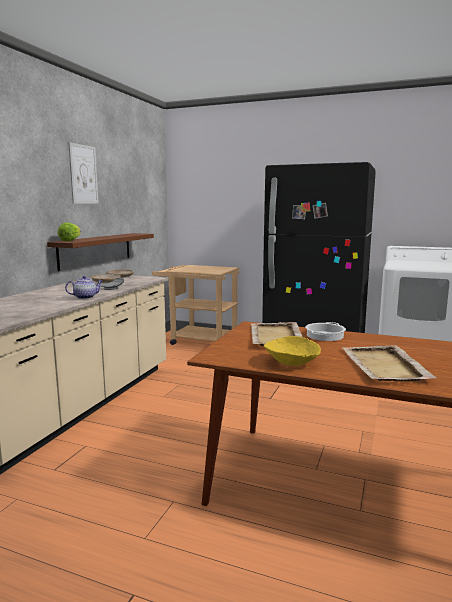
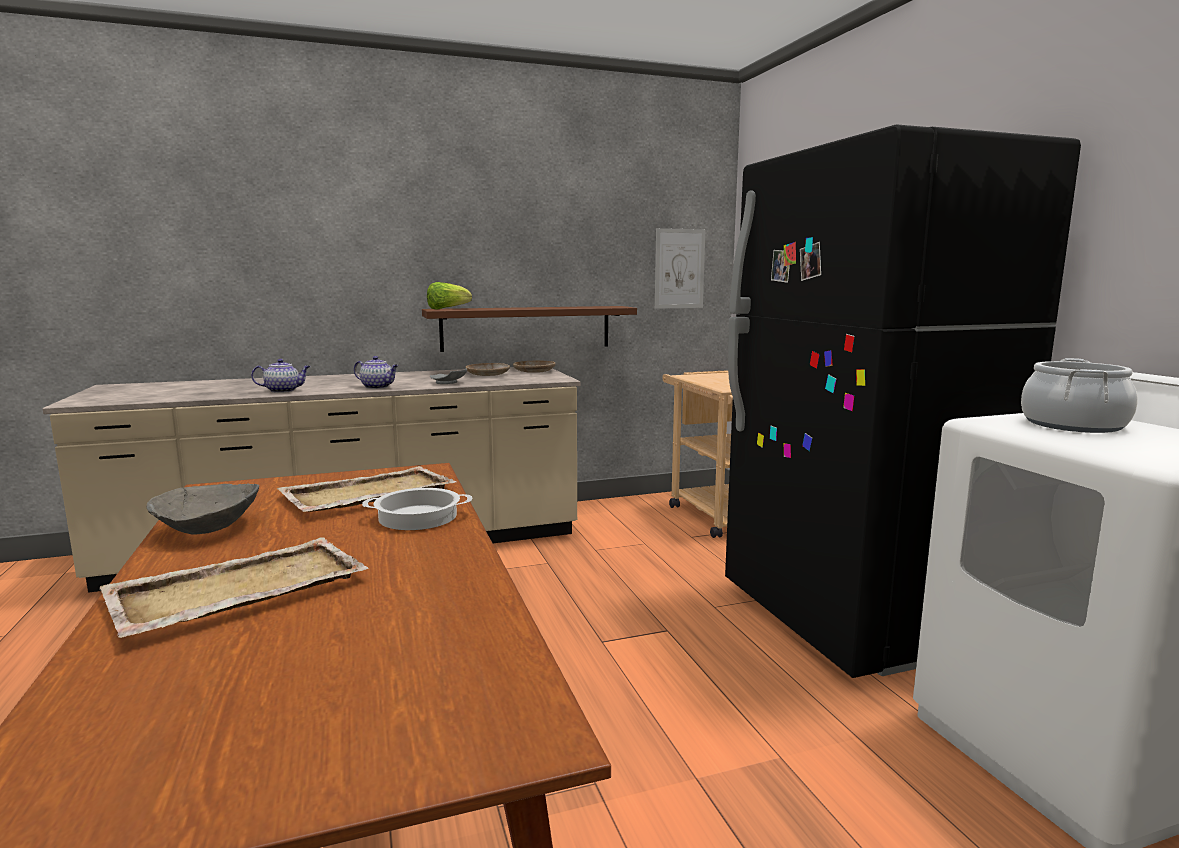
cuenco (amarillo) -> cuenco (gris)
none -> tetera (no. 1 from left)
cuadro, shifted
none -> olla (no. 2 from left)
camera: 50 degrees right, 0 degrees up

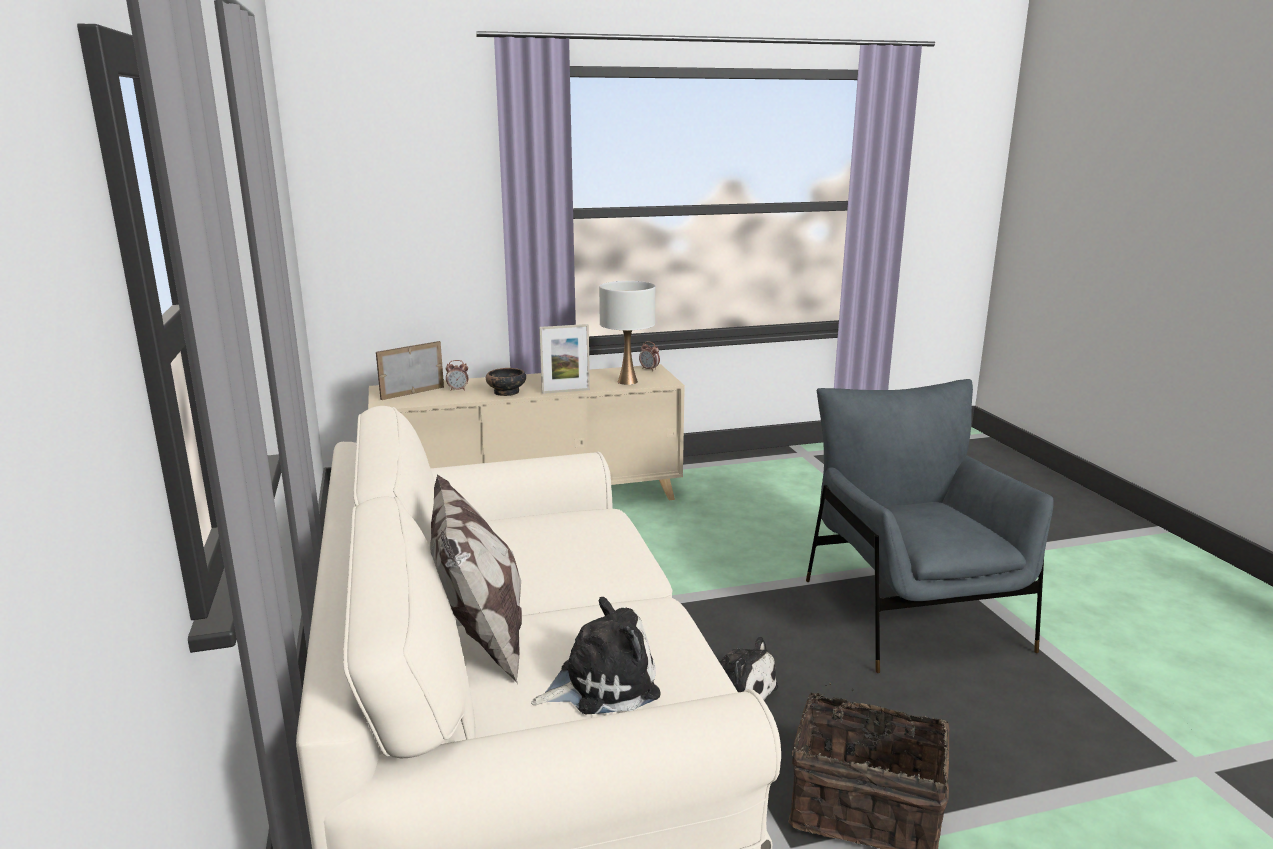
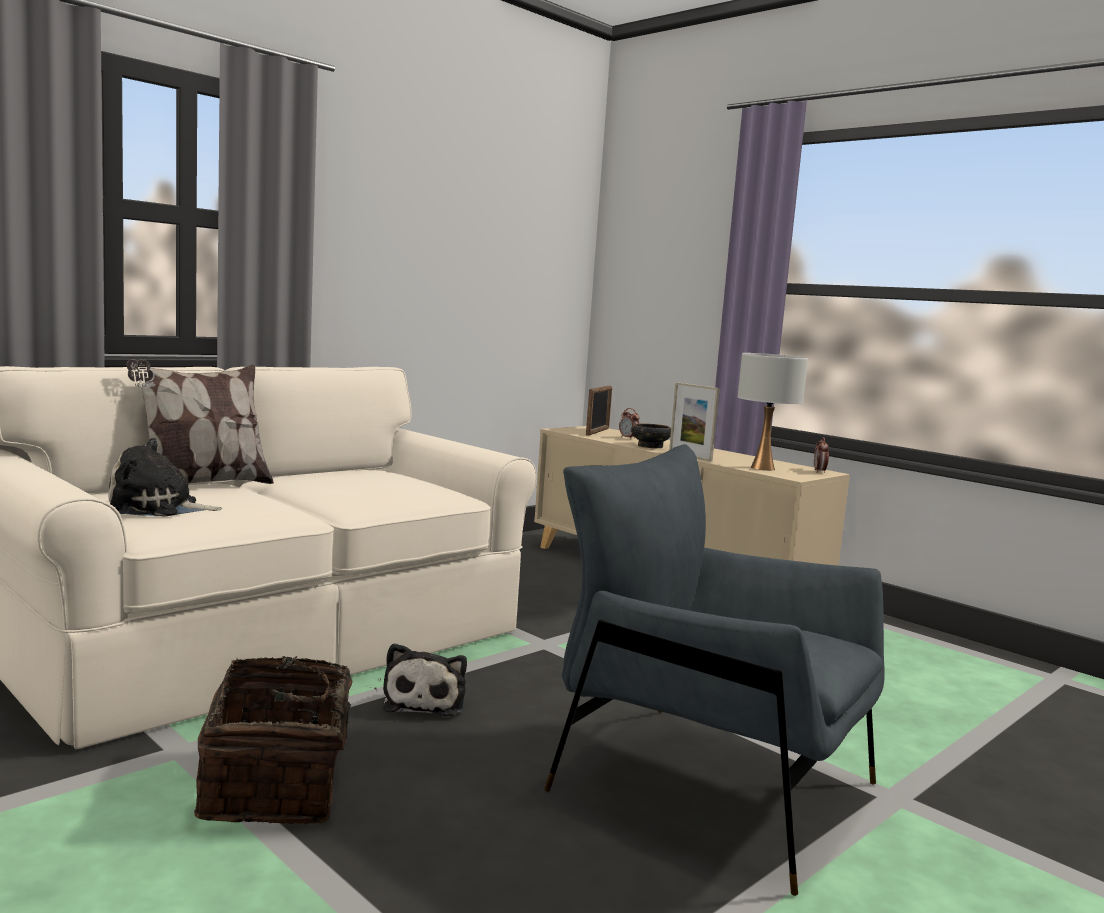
peluche (no. 1 from left), 135 degrees clockwise
sillón (gris), 105 degrees counterclockwise
portarretratos (no. 1 from left), 90 degrees clockwise
camera: 60 degrees right, 10 degrees down

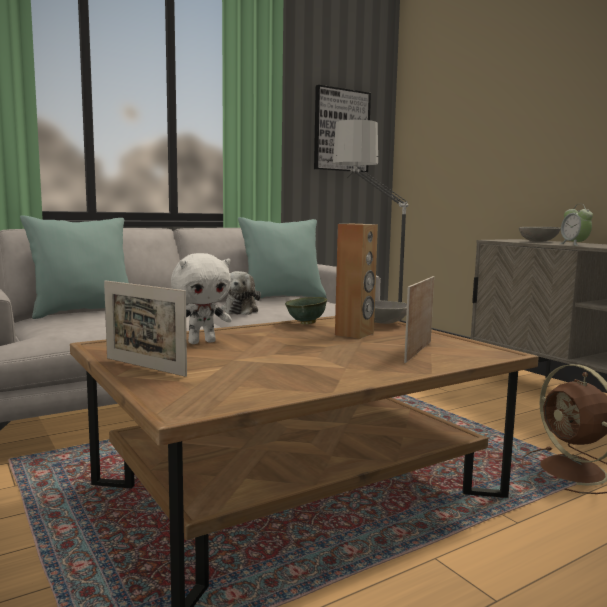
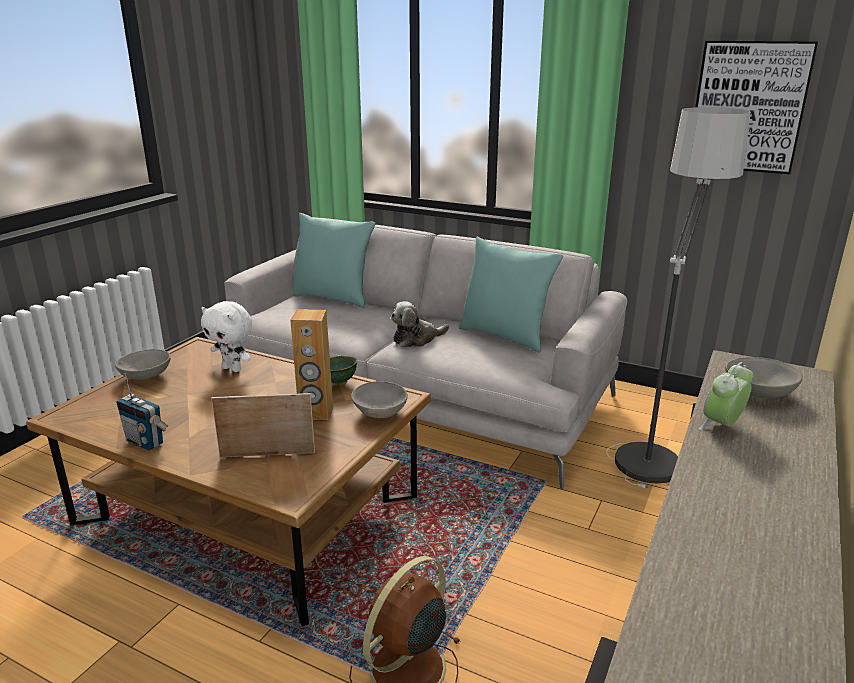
portarretratos (no. 1 from left) -> cuenco (gris) (no. 1 from left)
none -> radio
camera: 60 degrees right, 15 degrees up

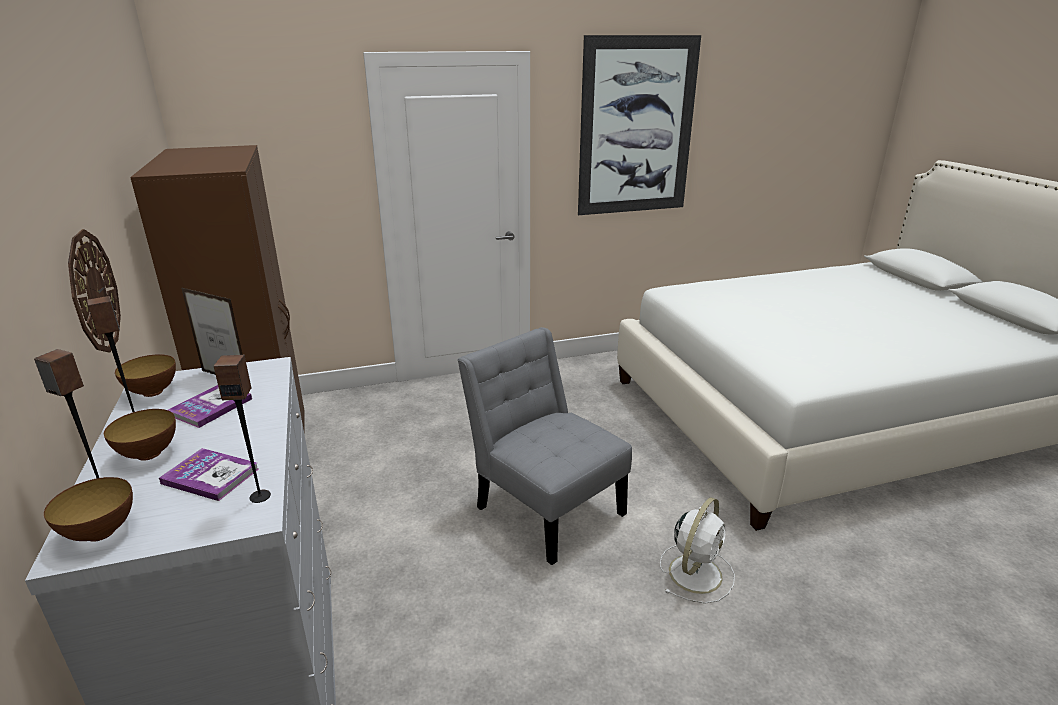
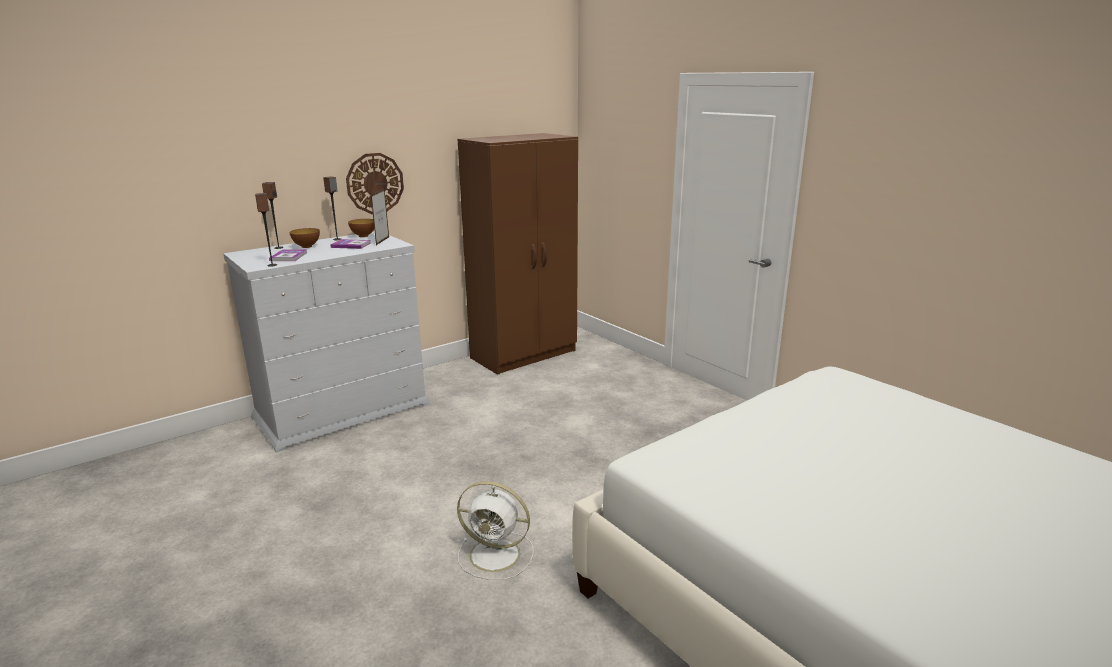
cuenco (no. 1 from left) -> none
silla (gris) -> none
cuadro -> none
camera: 70 degrees right, 5 degrees down

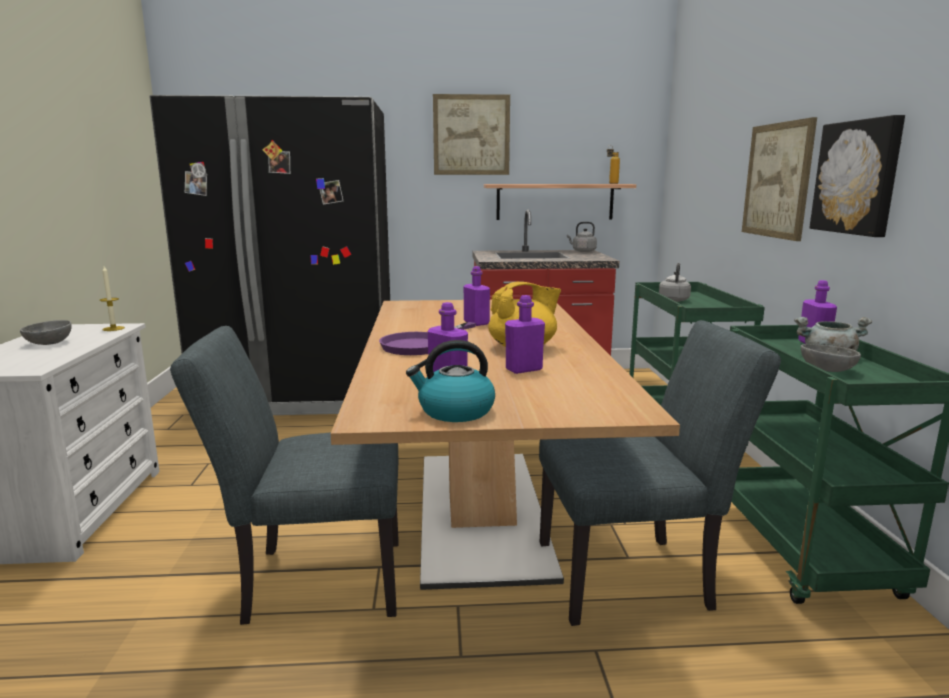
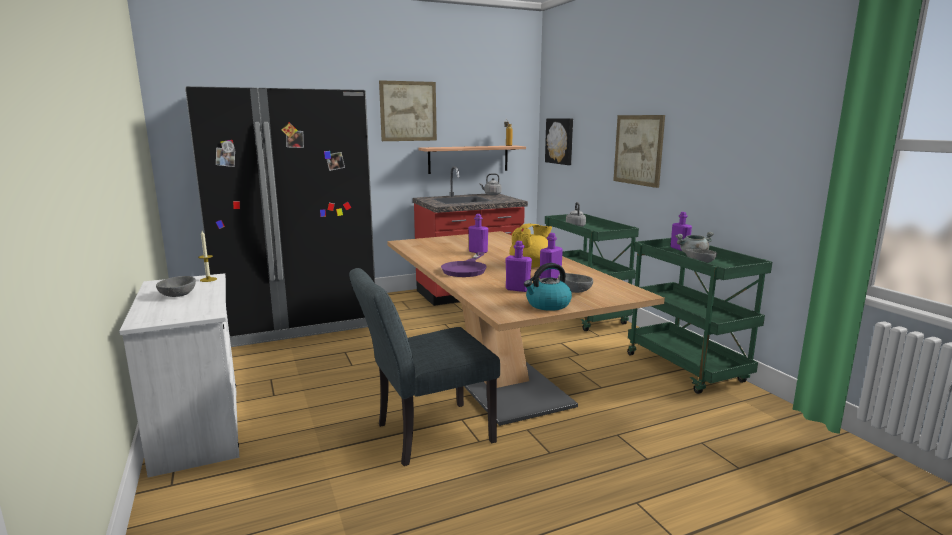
cuadro (no. 3 from left in the first image) -> cuadro (no. 2 from left), shifted
none -> cuenco (gris) (no. 2 from left)
silla (gris) (no. 2 from left) -> none
camera: 20 degrees left, 0 degrees up

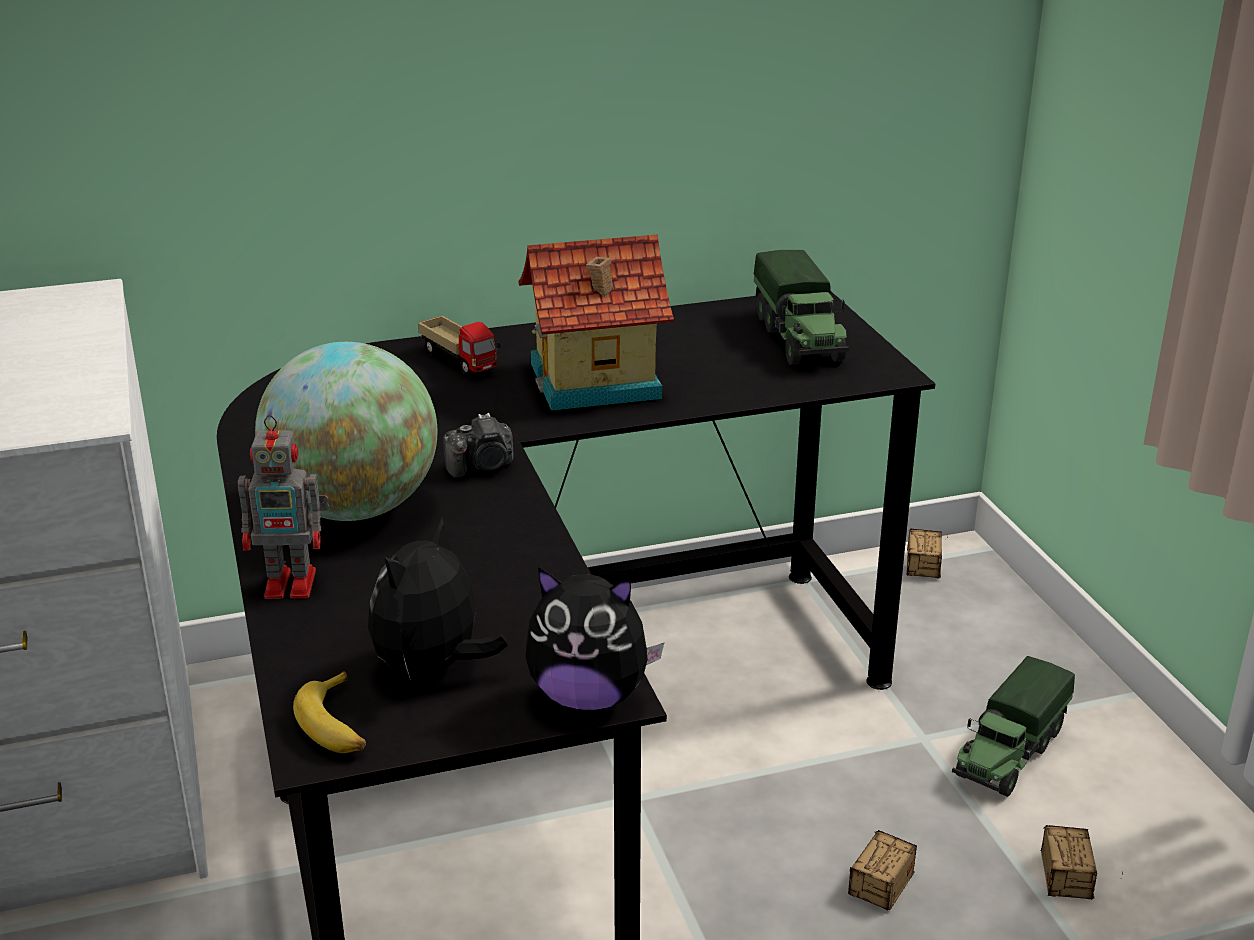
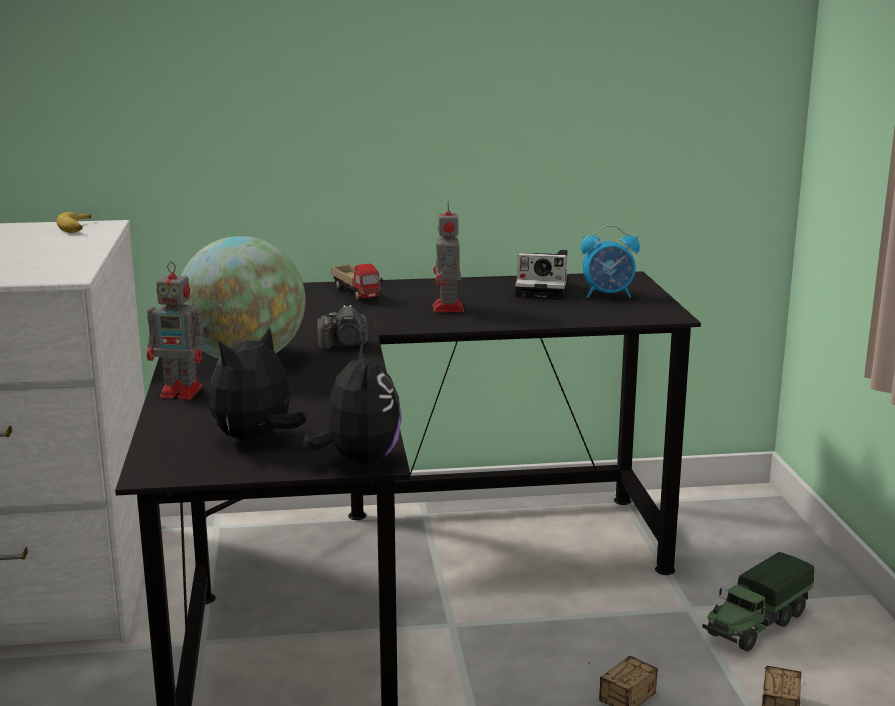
plátano, shifted
peluche (no. 2 from left), 120 degrees counterclockwise
casita -> robot de juguete (no. 2 from left)
none -> cámara (no. 2 from left)
camión de juguete (no. 2 from left) -> despertador
caja de almacenaje (no. 2 from left) -> none
camera: 10 degrees right, 10 degrees down

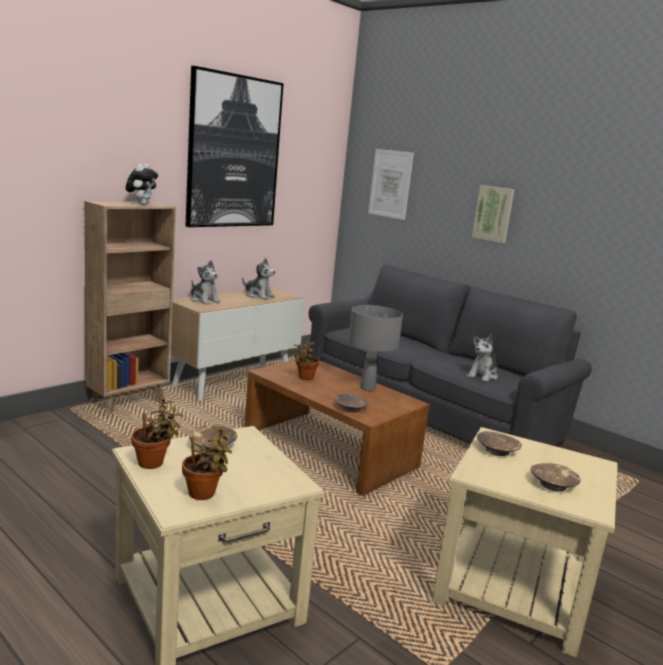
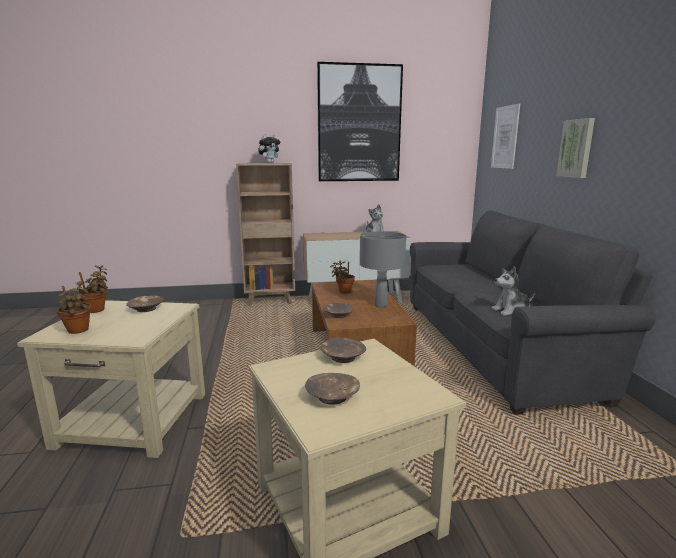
peluche (no. 2 from left) -> none
camera: 40 degrees right, 0 degrees up

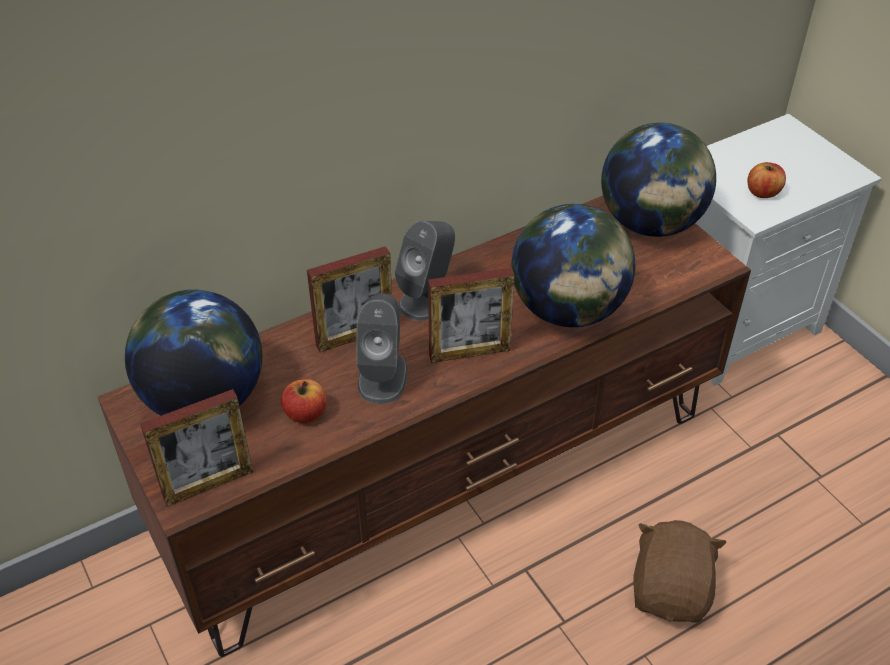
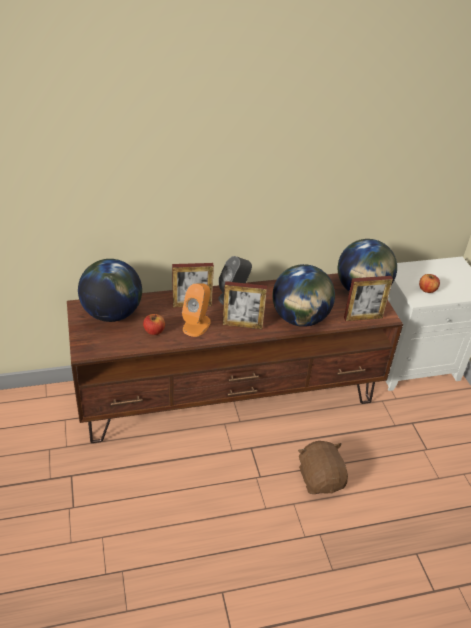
altavoz (gris) (no. 1 from left) -> altavoz (naranja)
peluche (marrón), 45 degrees counterclockwise
portarretratos (no. 1 from left in the first image) -> portarretratos (no. 3 from left), shifted
camera: 15 degrees right, 5 degrees down

